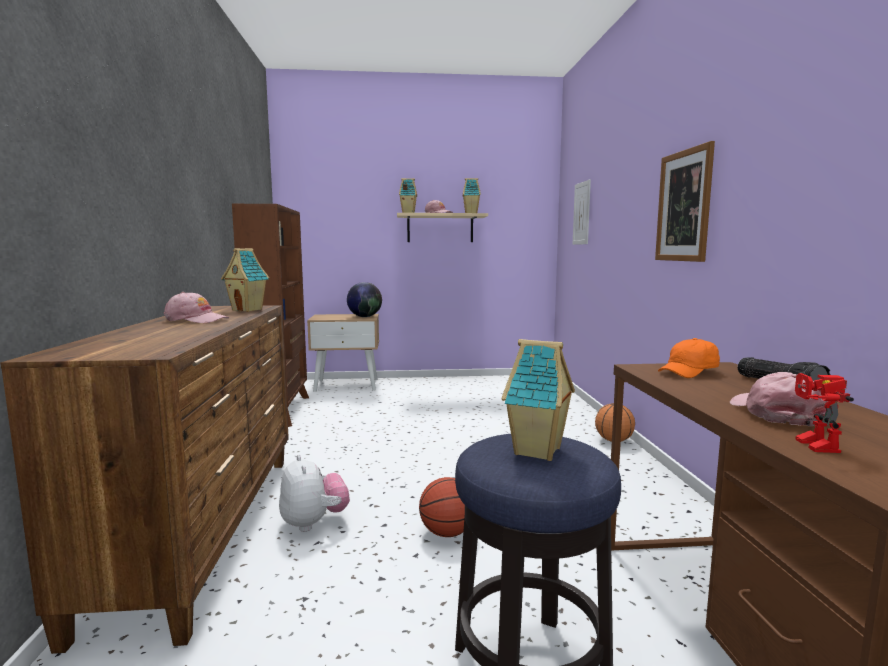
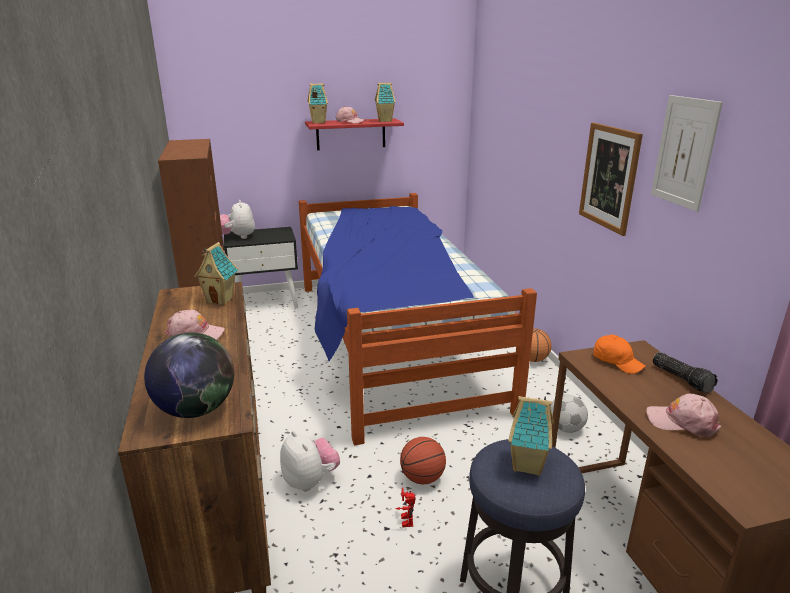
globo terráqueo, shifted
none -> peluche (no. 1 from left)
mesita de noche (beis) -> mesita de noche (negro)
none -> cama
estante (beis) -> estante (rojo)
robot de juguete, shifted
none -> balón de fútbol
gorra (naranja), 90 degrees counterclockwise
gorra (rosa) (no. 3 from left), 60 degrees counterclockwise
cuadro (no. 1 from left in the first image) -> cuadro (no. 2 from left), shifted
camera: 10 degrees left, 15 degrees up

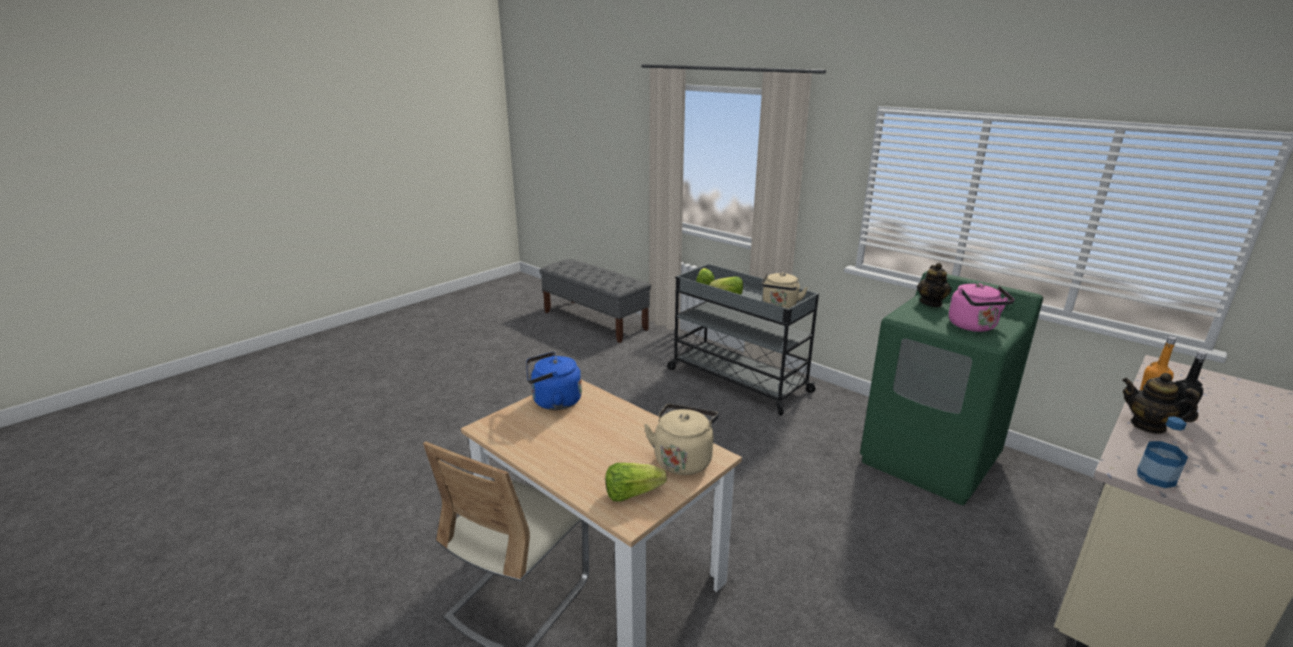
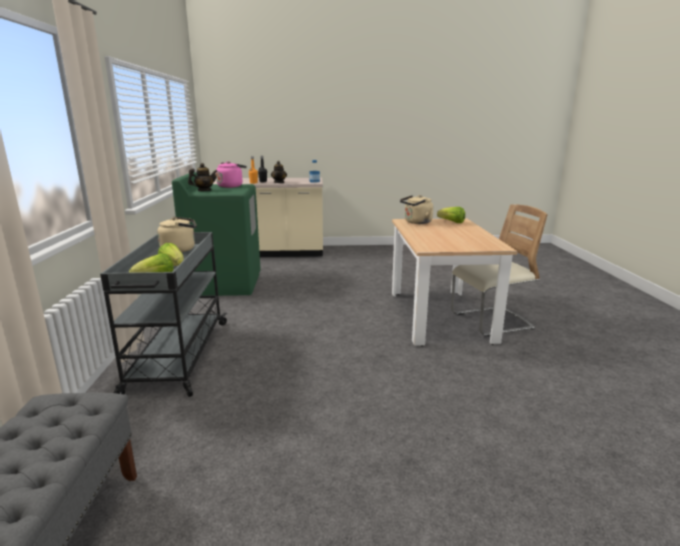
hervidor (azul) -> none
camera: 135 degrees left, 5 degrees down

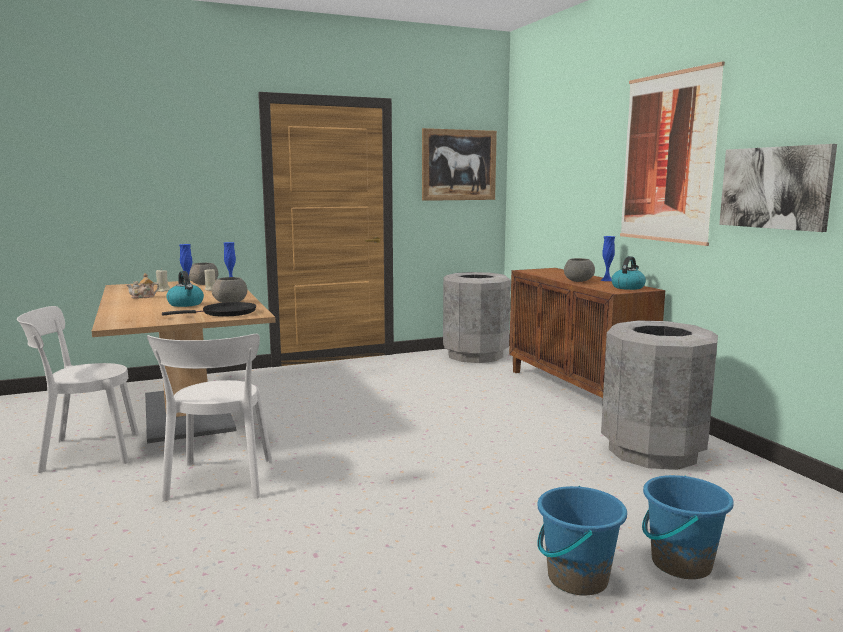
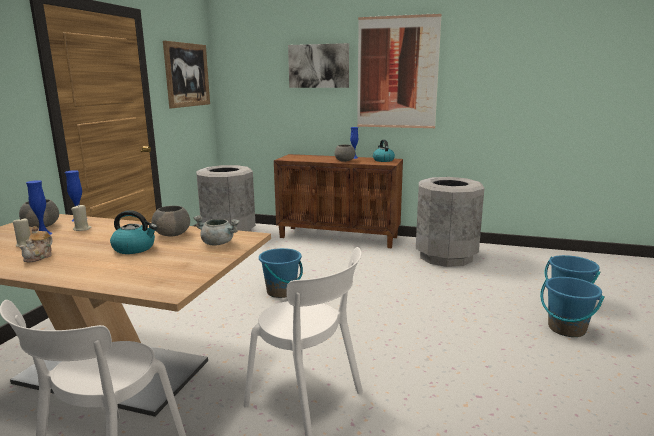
sartén (negro) -> olla (gris)
none -> cubo (azul) (no. 1 from left)
cuadro (no. 3 from left in the first image) -> cuadro (no. 2 from left), shifted
camera: 50 degrees left, 5 degrees up

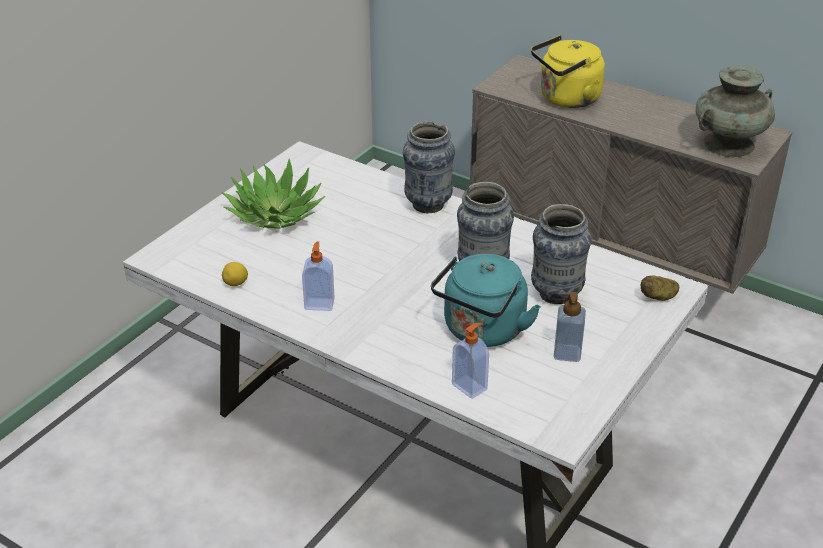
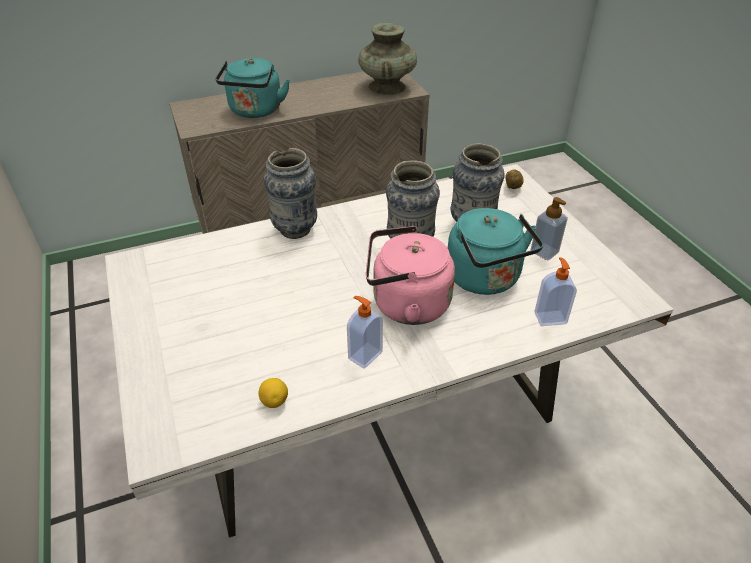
hervidor (amarillo) -> hervidor (turquesa) (no. 1 from left)
none -> hervidor (rosa)
planta en maceta -> none
camera: 55 degrees left, 5 degrees up

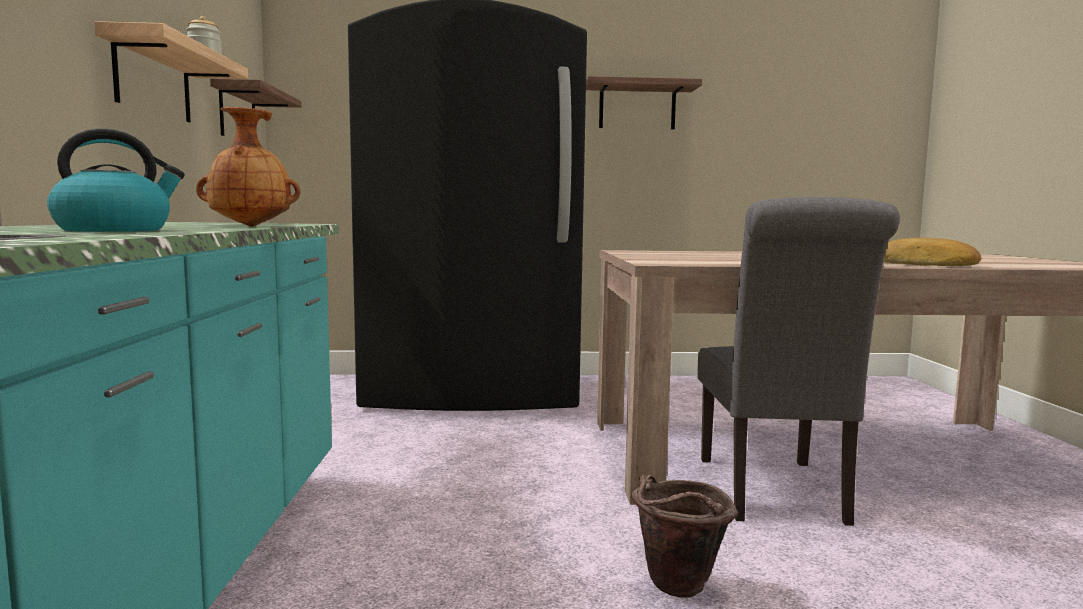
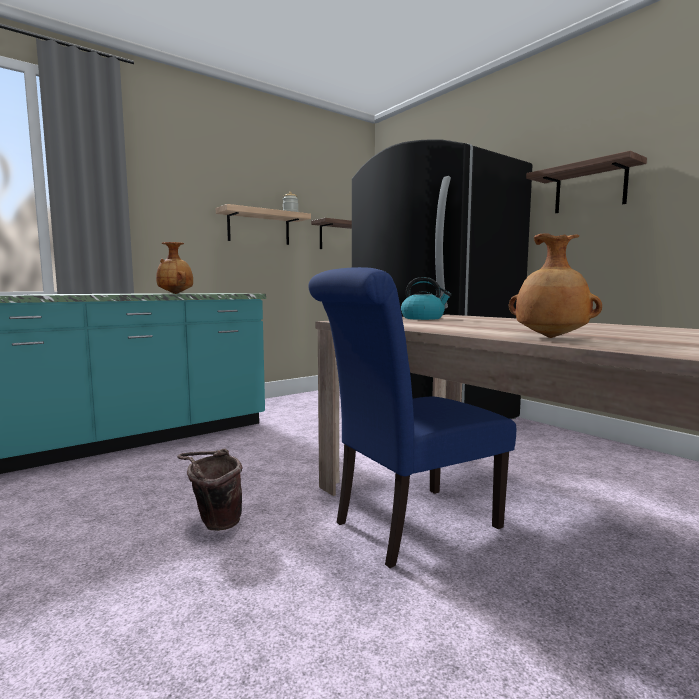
silla (gris) -> silla (azul)
hervidor, shifted
pan -> florero (marrón) (no. 2 from left)
camera: 55 degrees right, 0 degrees up

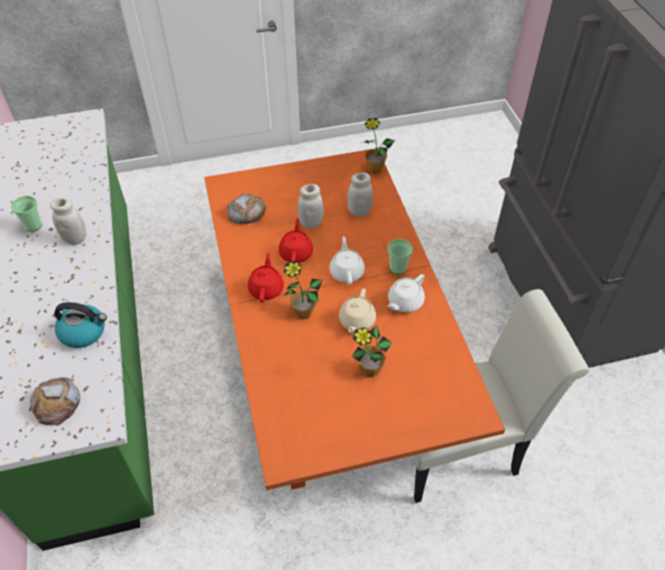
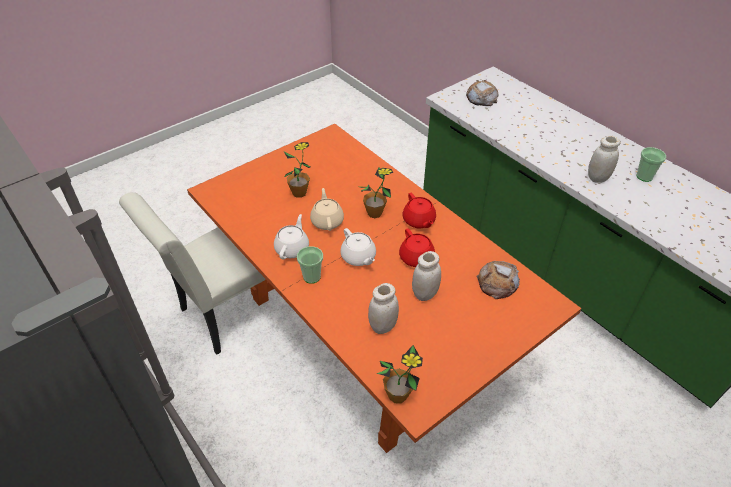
hervidor -> none
camera: 155 degrees right, 5 degrees down

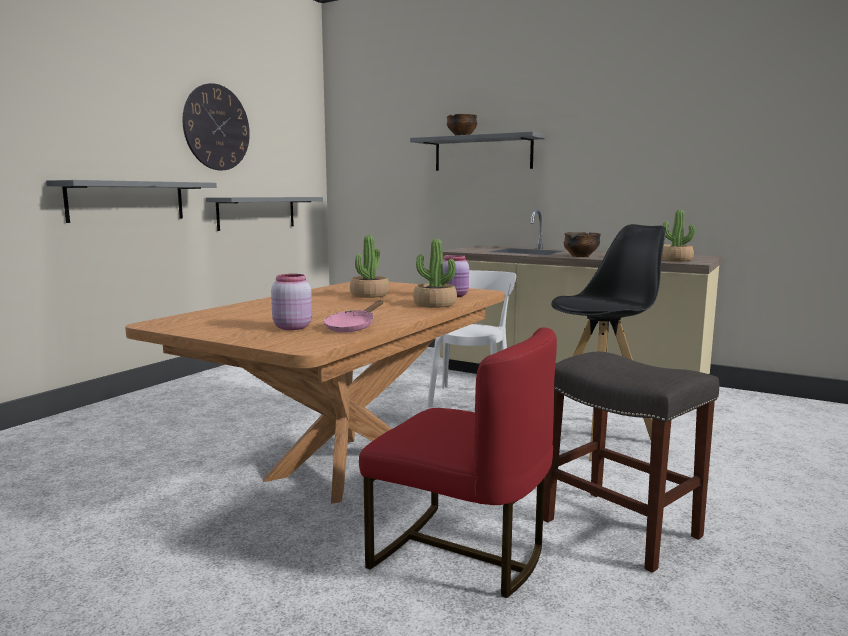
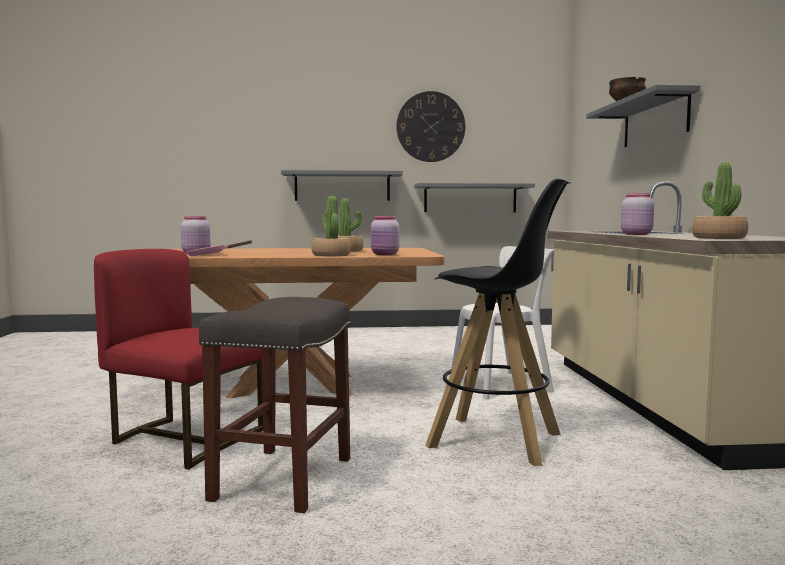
silla (rojo), 120 degrees clockwise
cuenco (no. 2 from left) -> tarro (rosa) (no. 3 from left)
camera: 55 degrees right, 5 degrees down

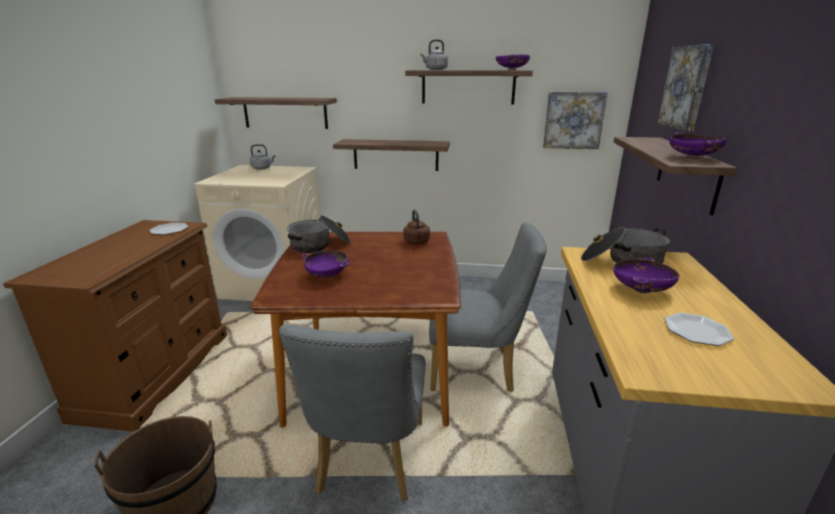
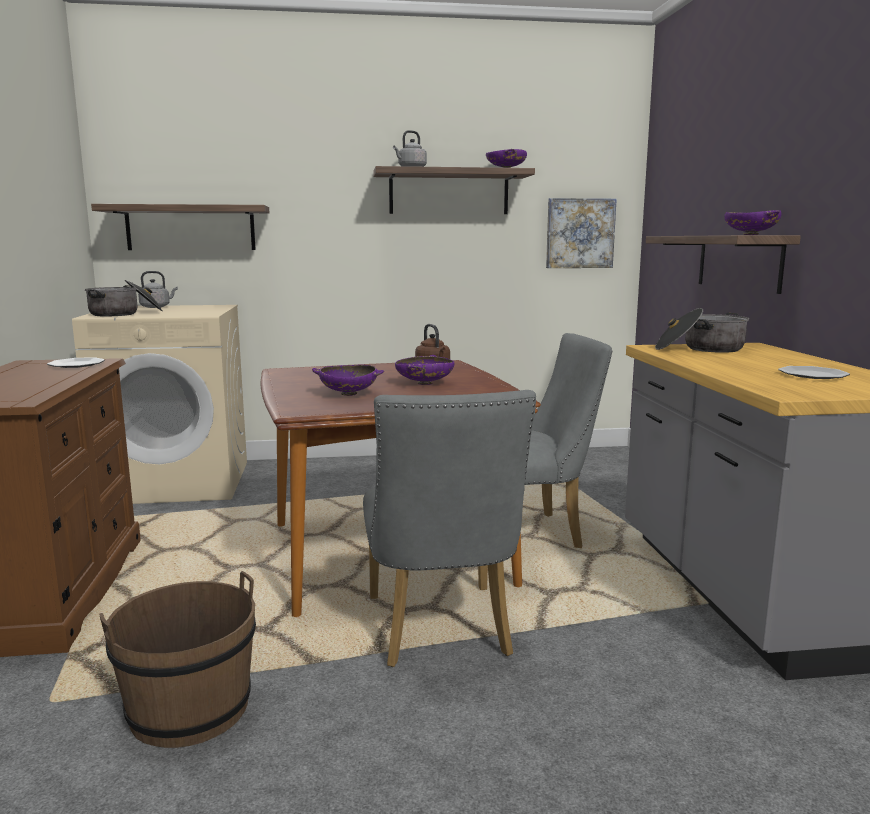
olla (no. 1 from left), shifted
cuenco (morado) (no. 3 from left in the first image) -> cuenco (morado) (no. 2 from left), shifted
estante (no. 2 from left) -> none
cuadro (no. 2 from left) -> none
camera: 15 degrees left, 10 degrees down

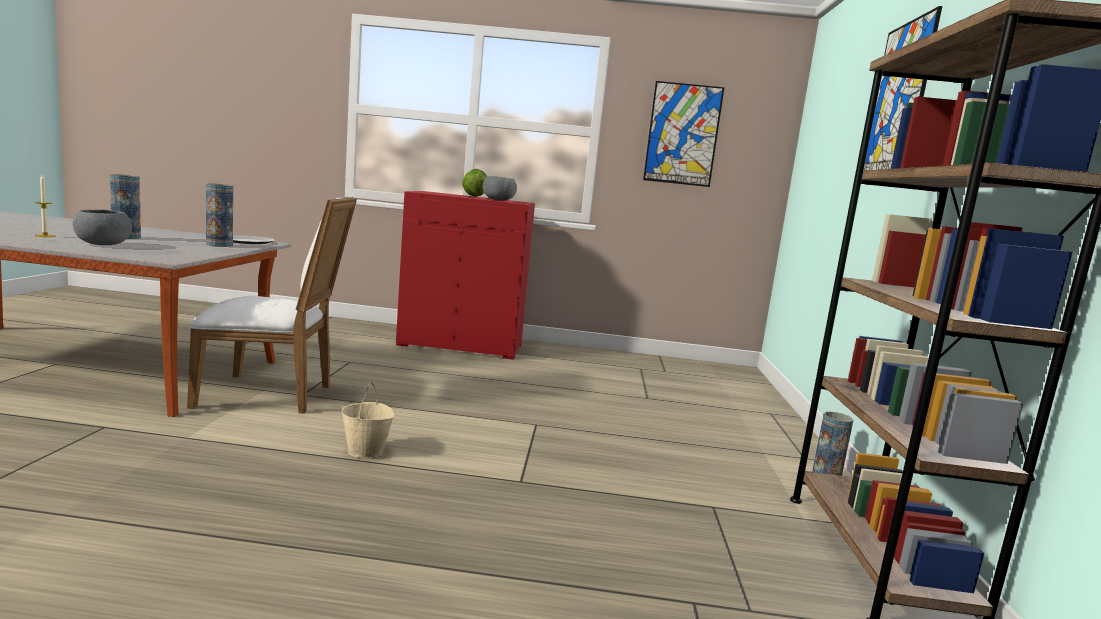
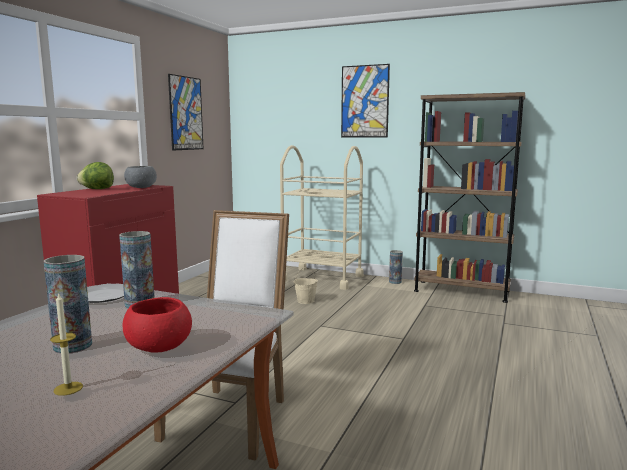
cuenco (gris) (no. 1 from left) -> cuenco (rojo)
none -> carrito (beis)
cubo (beis), shifted
camera: 70 degrees left, 0 degrees up

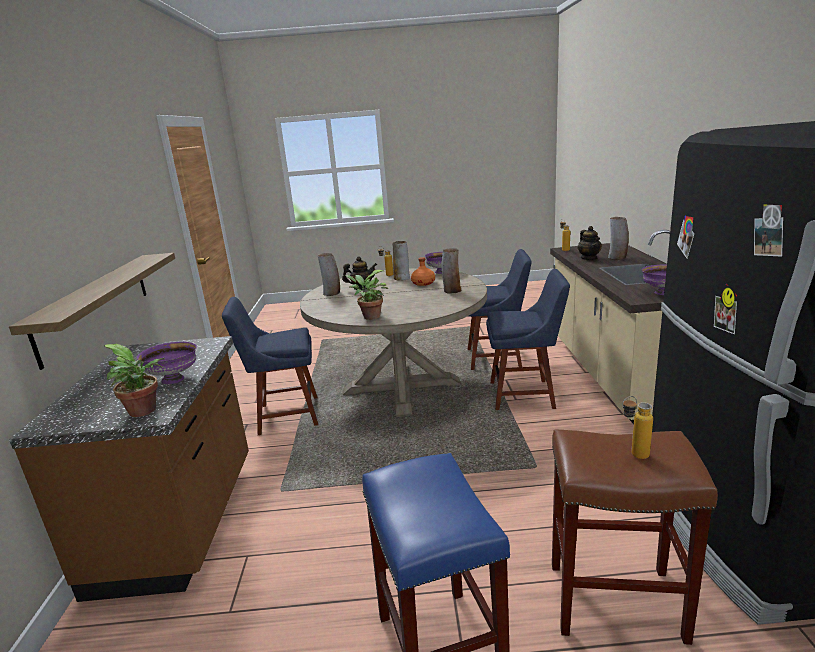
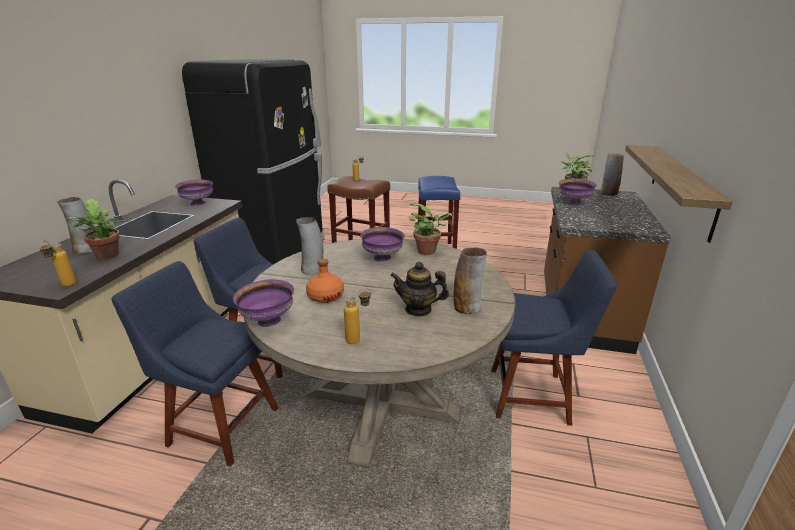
tetera (no. 2 from left) -> planta en maceta (no. 1 from left)
none -> cuenco (morado) (no. 3 from left)
florero (no. 2 from left in the first image) -> florero (no. 4 from left), shifted
camera: 165 degrees left, 5 degrees up

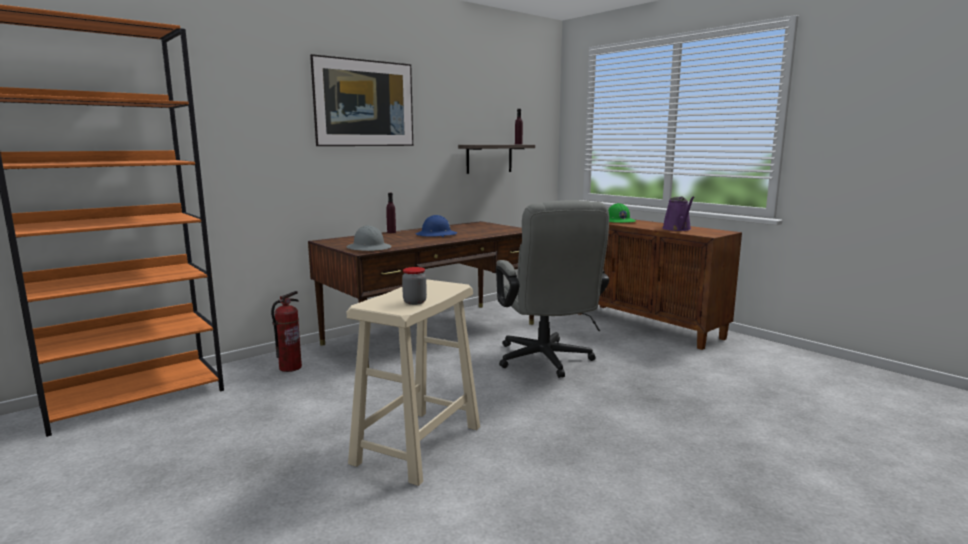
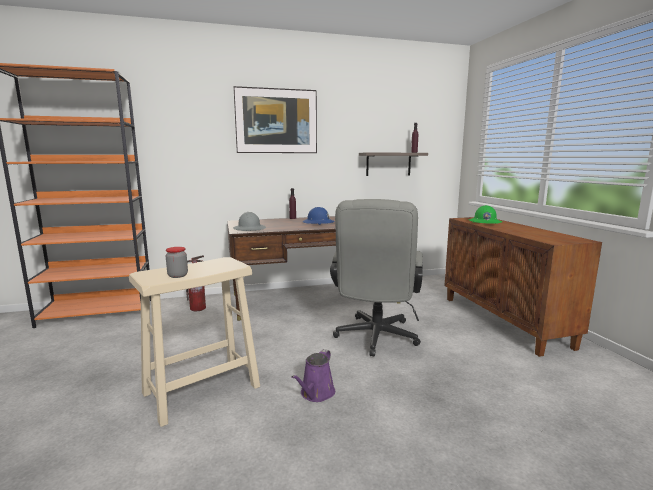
regadera (morado), shifted
camera: 25 degrees right, 0 degrees up

